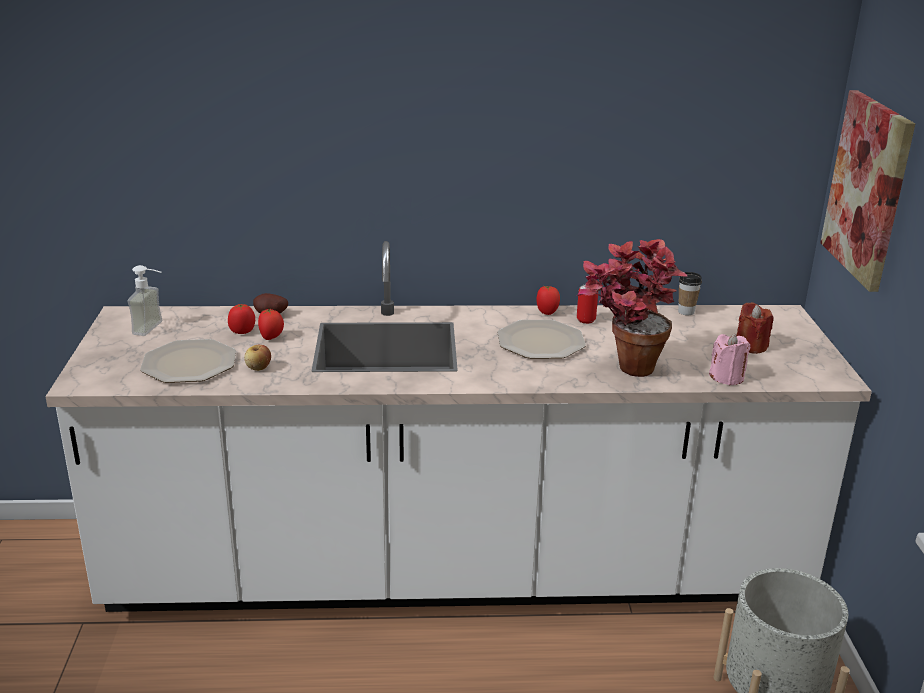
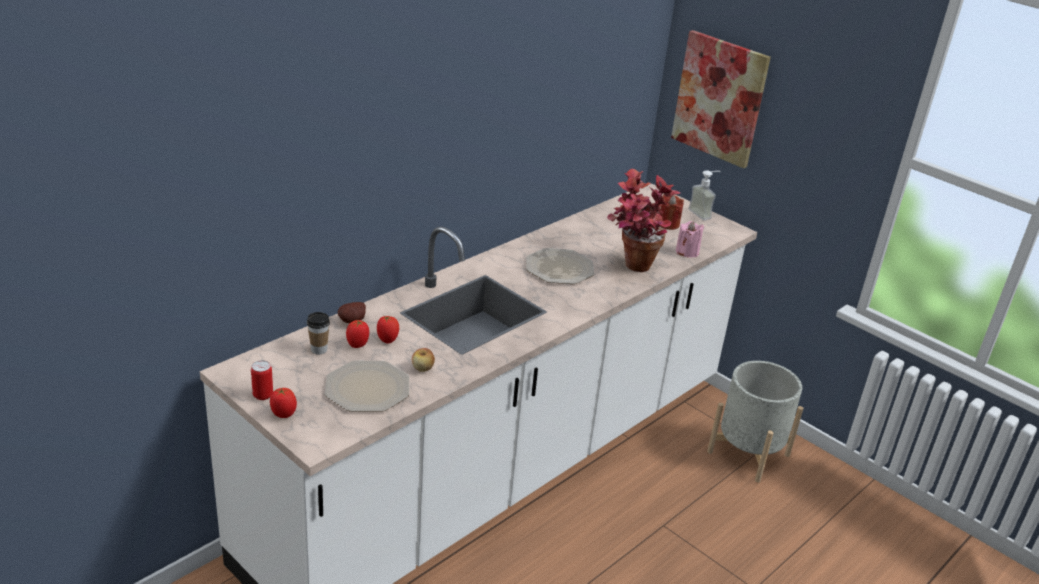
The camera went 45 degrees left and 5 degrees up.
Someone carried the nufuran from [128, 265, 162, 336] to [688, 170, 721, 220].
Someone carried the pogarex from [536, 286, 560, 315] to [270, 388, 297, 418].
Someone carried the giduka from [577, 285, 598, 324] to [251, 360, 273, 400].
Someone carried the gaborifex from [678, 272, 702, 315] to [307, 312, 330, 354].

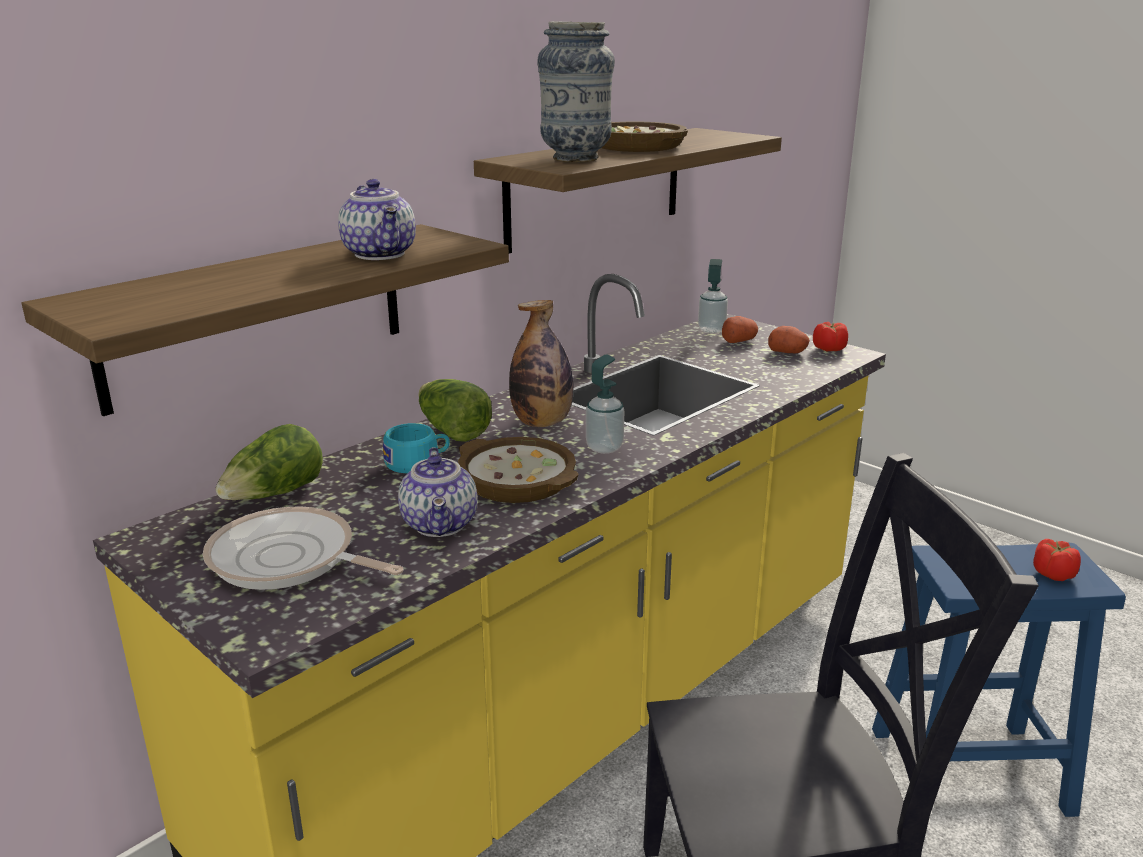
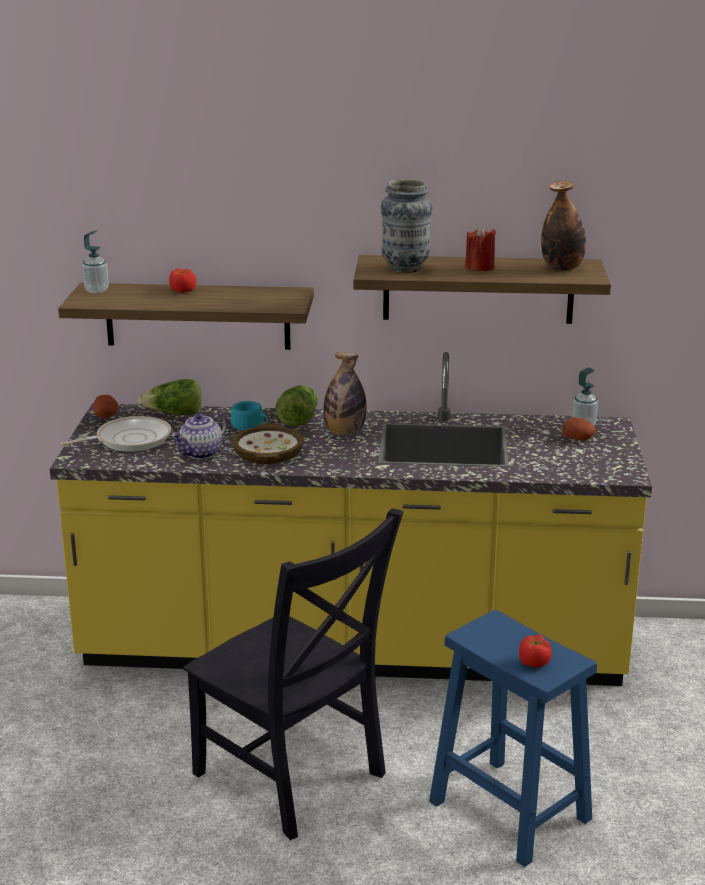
The camera went 50 degrees right and 0 degrees up.
Someone took away the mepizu at [338, 179, 416, 260].
Someone put down the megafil at [541, 181, 586, 271].
Someone carried the nufuran from [586, 355, 624, 454] to [82, 230, 109, 293].
Someone carried the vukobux from [768, 326, 810, 353] to [93, 395, 118, 418].
Someone carried the pogarex from [813, 322, 848, 351] to [169, 268, 196, 293].
Someone swapped the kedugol at [601, 122, 688, 152] for the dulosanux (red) at [465, 225, 496, 271].
Someone rotated the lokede at [203, 506, 403, 590] by 75 degrees clockwise.

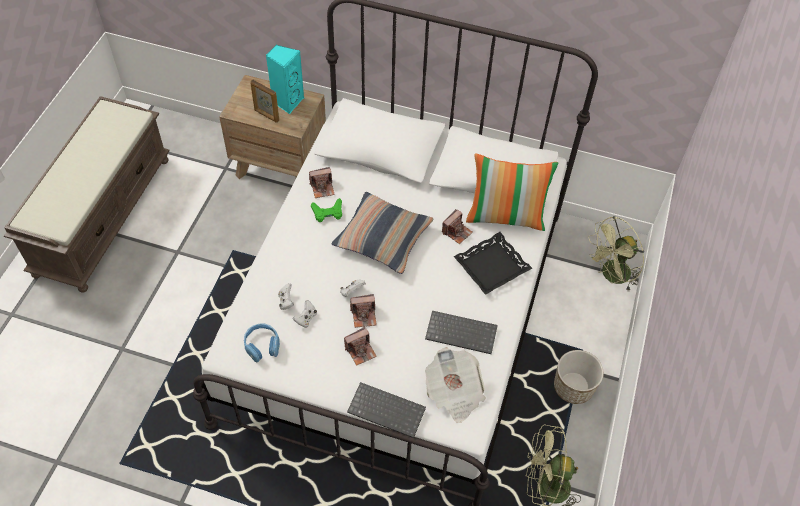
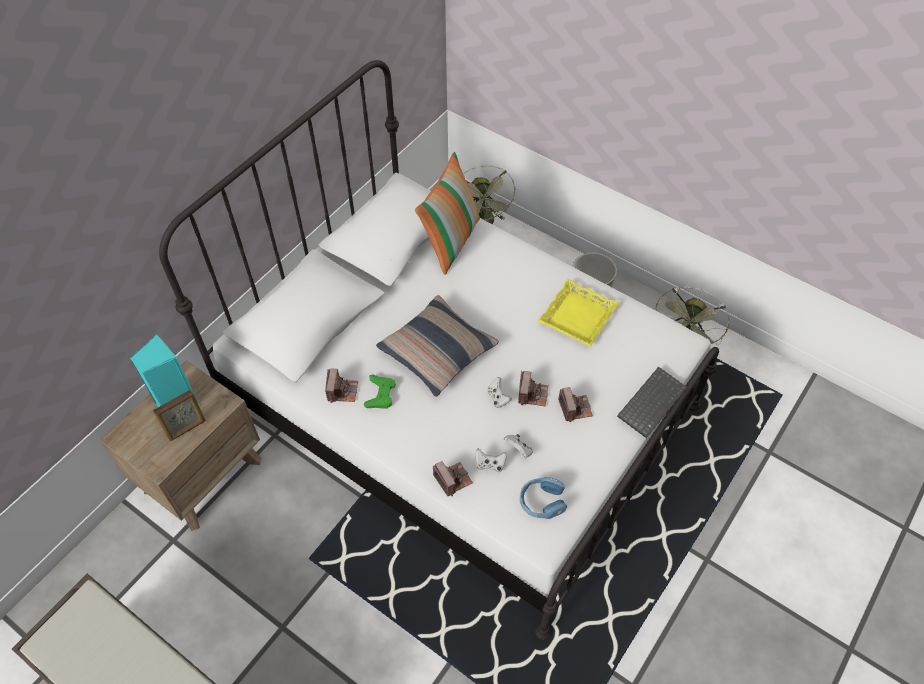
The camera went 70 degrees left and 0 degrees up.
Someone took away the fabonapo at [425, 347, 486, 423].
Someone took away the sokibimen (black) at [454, 232, 532, 295].
Someone carried the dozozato from [442, 209, 473, 244] to [433, 461, 473, 496].
Someone swapped the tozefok at [425, 311, 498, 354] for the sokibimen (yellow) at [538, 279, 619, 347].

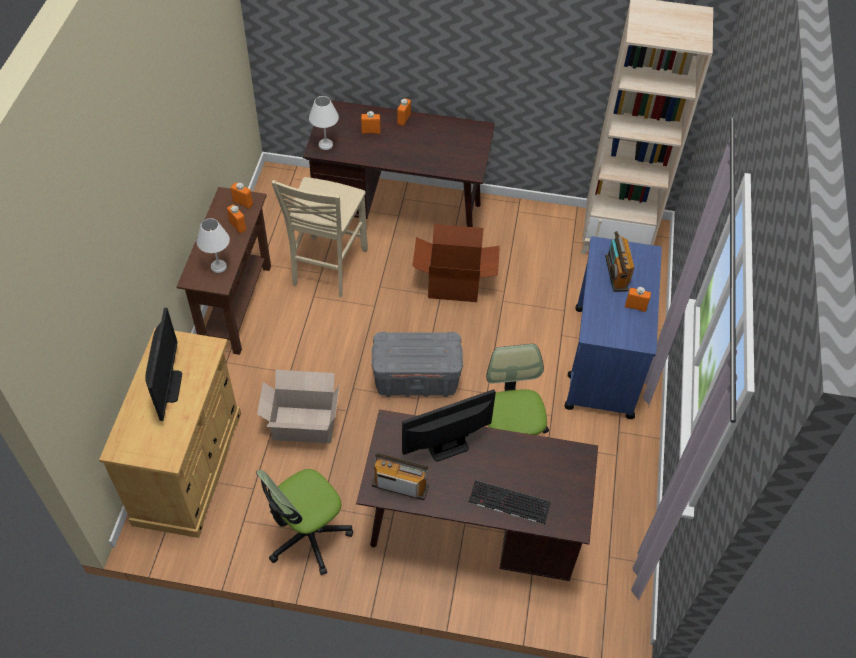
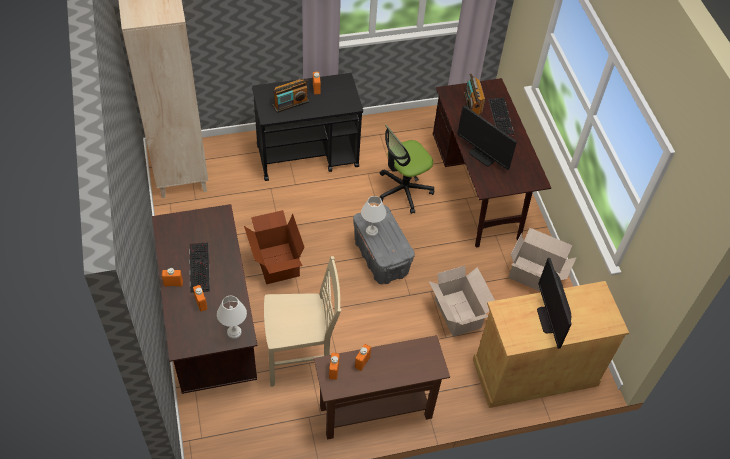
The camera went 115 degrees left and 0 degrees up.
Someone put down the tozefok at [189, 243, 210, 293].
Someone carried the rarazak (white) from [197, 218, 230, 273] to [361, 196, 386, 236].
Someone carried the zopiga from [372, 453, 429, 500] to [464, 74, 485, 116].
Someone swapped the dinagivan at [256, 469, 353, 575] for the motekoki at [509, 228, 577, 291].
Someone repainted the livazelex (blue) at [565, 236, 662, 419], which became the livazelex (black) at [252, 73, 363, 181].
Someone rotated the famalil at [145, 308, 182, 421] by 75 degrees counterclockwise.

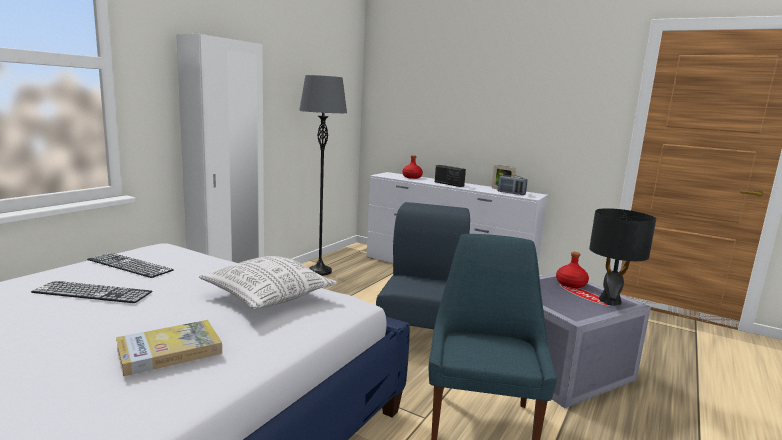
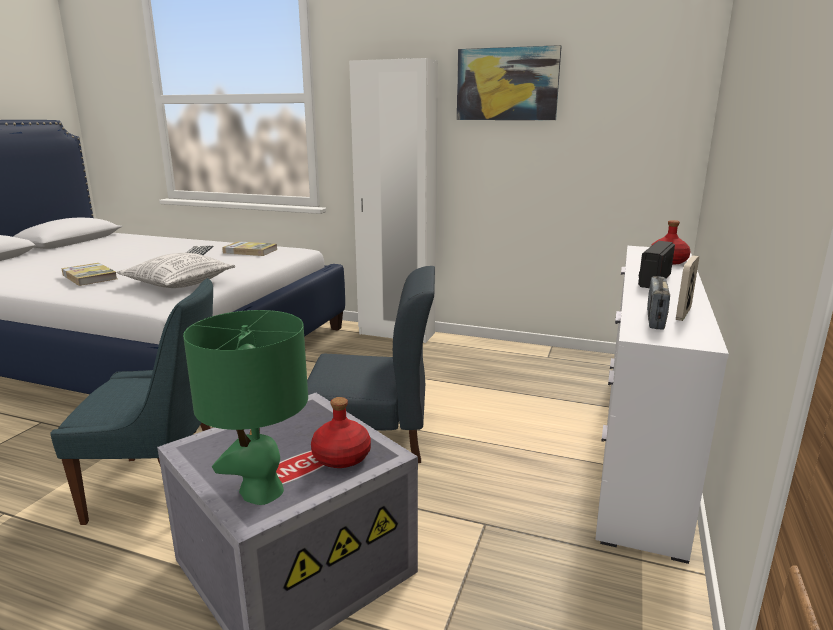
The camera went 80 degrees right and 5 degrees up.
Someone took away the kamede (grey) at [299, 75, 347, 276].
Someone put up the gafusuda at [457, 45, 561, 120].
Someone swapped the tozefok at [87, 253, 174, 278] for the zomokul at [222, 241, 278, 256].
Someone repainted the rarazak (black) at [589, 208, 656, 306], which became the rarazak (green) at [183, 310, 308, 505].

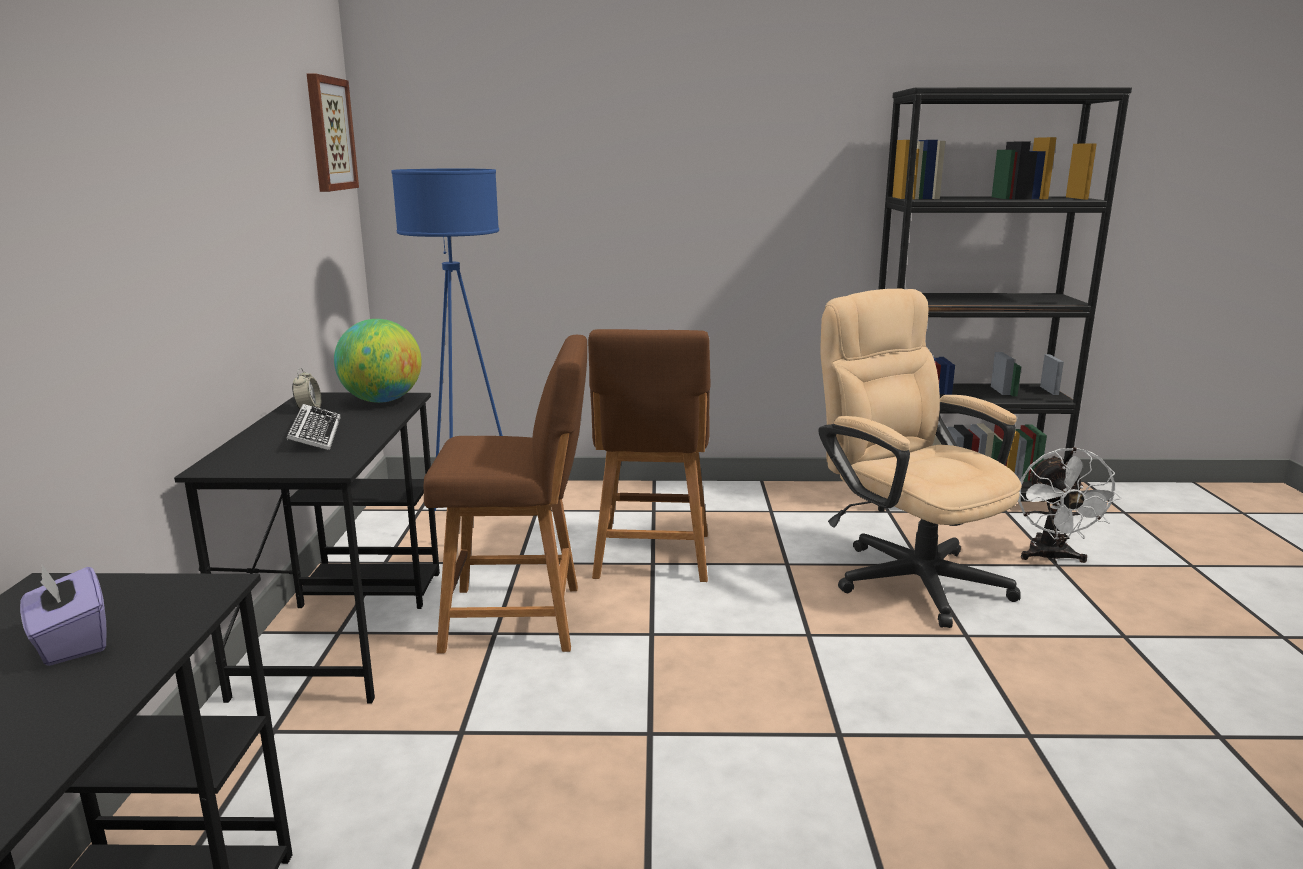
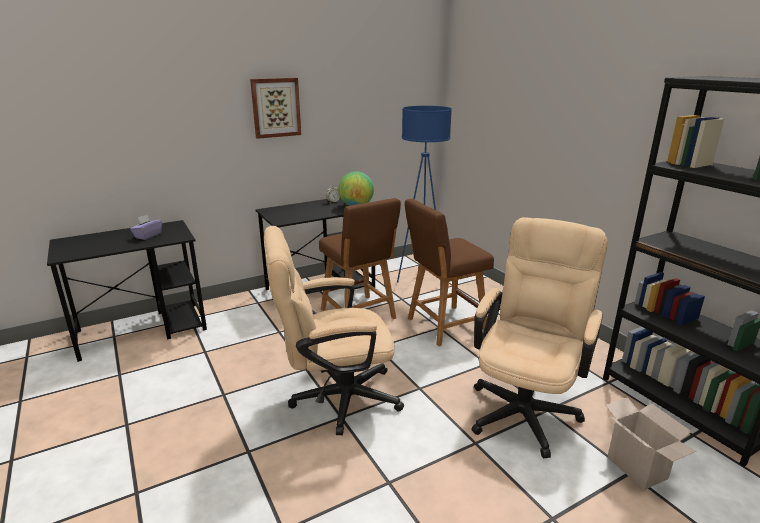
The camera went 60 degrees right and 5 degrees up.
Someone took away the tozefok at [286, 404, 340, 450].
Someone put down the dinagivan (beige) at [264, 226, 404, 435].
Someone carried the gafusuda from [307, 74, 359, 192] to [250, 78, 301, 139].
Someone swapped the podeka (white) at [1018, 447, 1122, 563] for the motekoki at [606, 397, 696, 490].

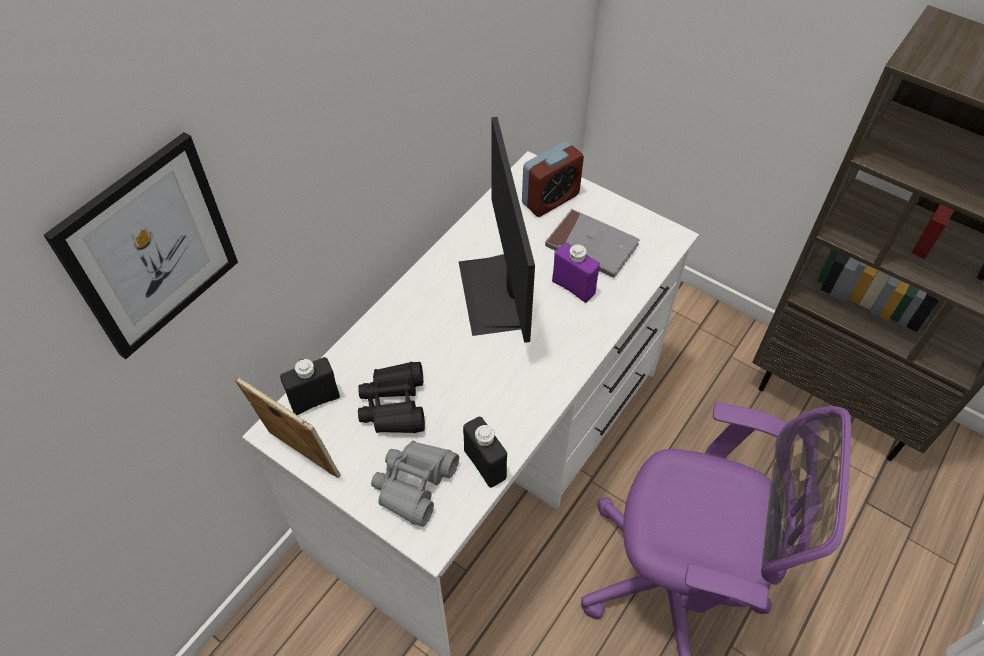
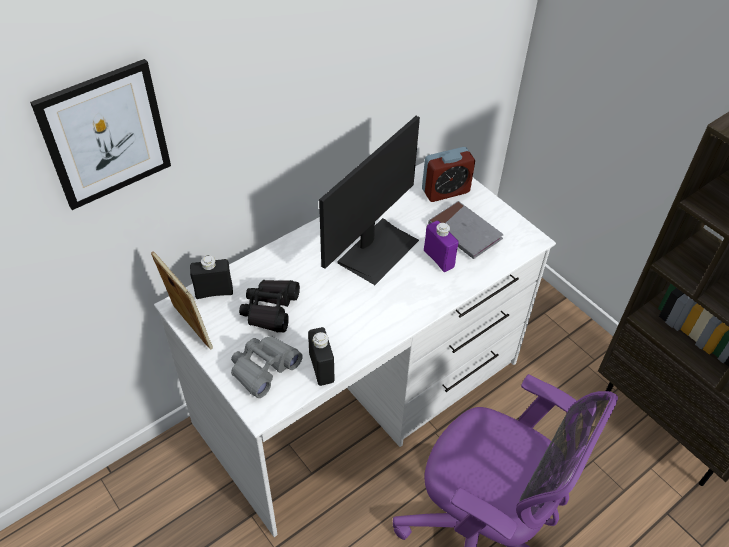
The camera went 15 degrees right and 5 degrees down.
Someone rotated the famalil at [459, 117, 535, 343] by 150 degrees counterclockwise.

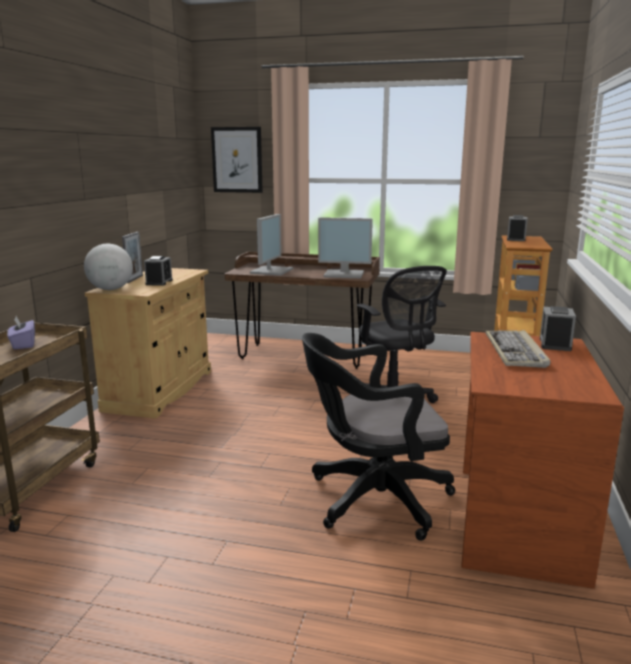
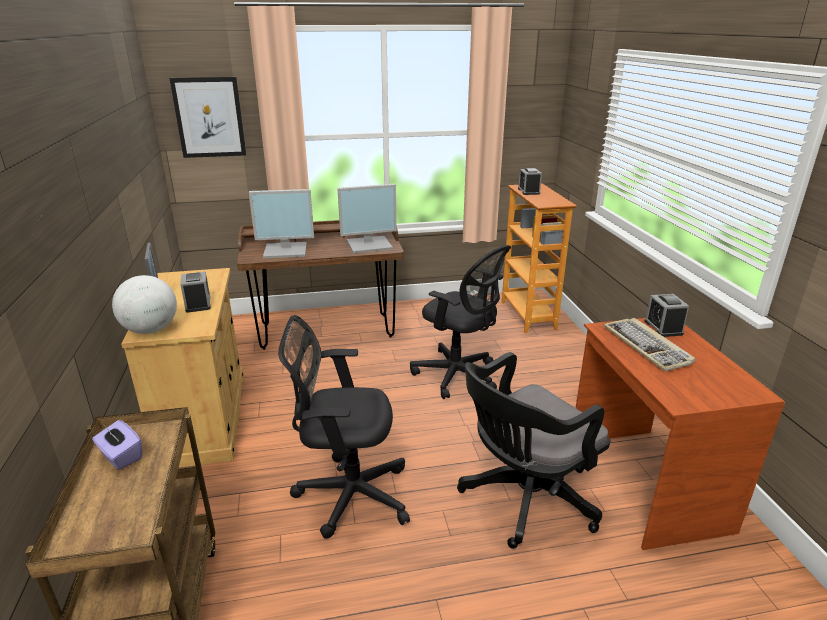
The camera went 25 degrees left and 10 degrees up.
Someone put down the dinagivan (black) at [278, 315, 410, 539].
Someone rotated the famalil at [250, 214, 293, 276] by 90 degrees clockwise.

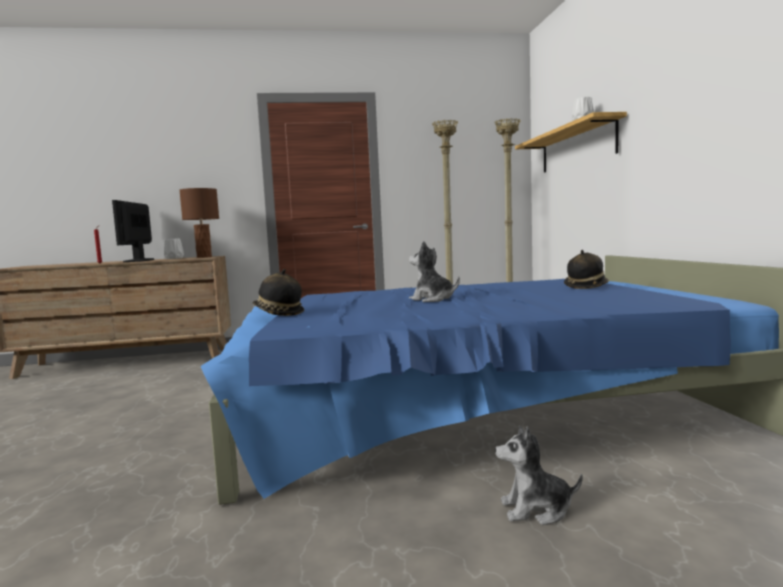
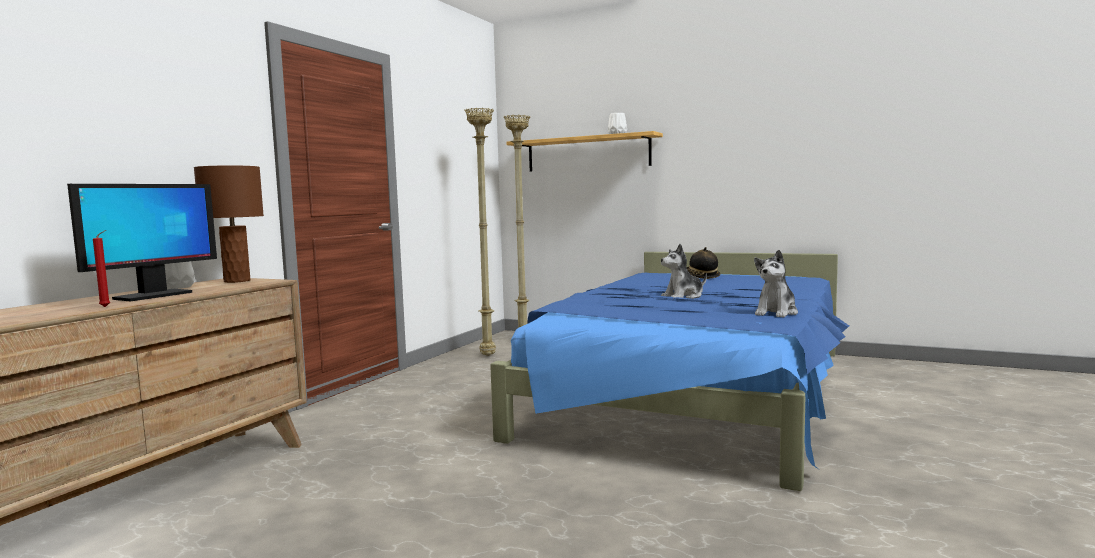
The camera went 55 degrees left and 0 degrees up.
Someone took away the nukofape at [252, 269, 304, 316].
Someone carried the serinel from [495, 425, 583, 525] to [754, 250, 798, 318].
Someone rotated the famalil at [112, 200, 154, 262] by 90 degrees counterclockwise.

